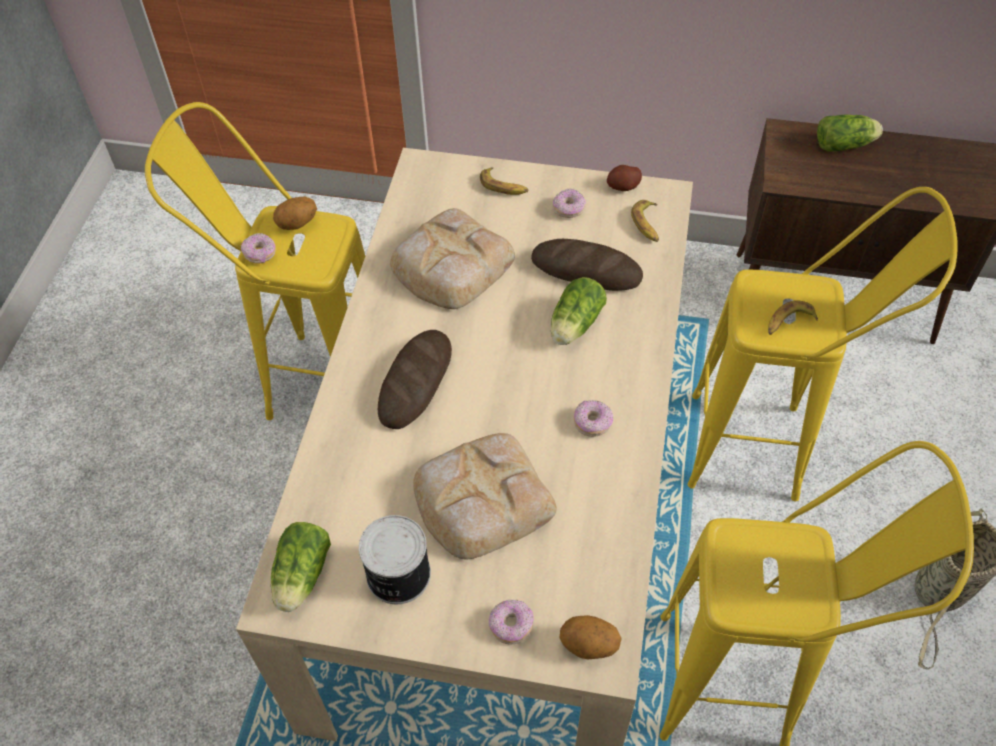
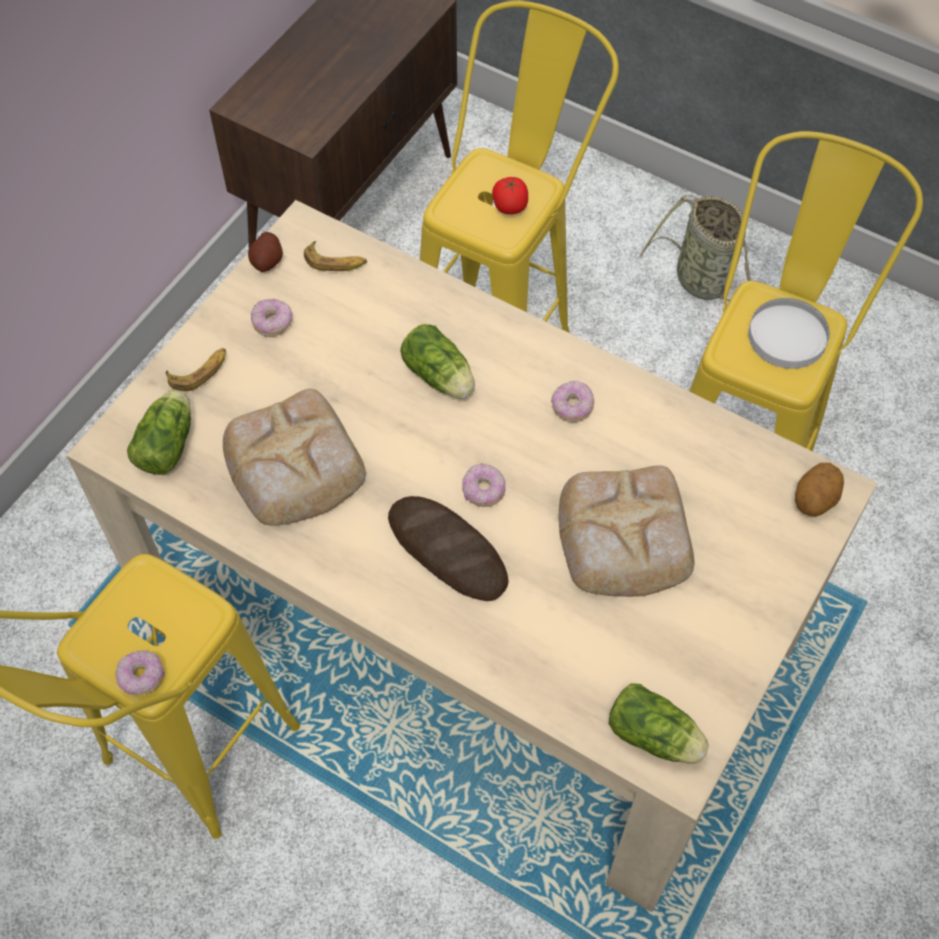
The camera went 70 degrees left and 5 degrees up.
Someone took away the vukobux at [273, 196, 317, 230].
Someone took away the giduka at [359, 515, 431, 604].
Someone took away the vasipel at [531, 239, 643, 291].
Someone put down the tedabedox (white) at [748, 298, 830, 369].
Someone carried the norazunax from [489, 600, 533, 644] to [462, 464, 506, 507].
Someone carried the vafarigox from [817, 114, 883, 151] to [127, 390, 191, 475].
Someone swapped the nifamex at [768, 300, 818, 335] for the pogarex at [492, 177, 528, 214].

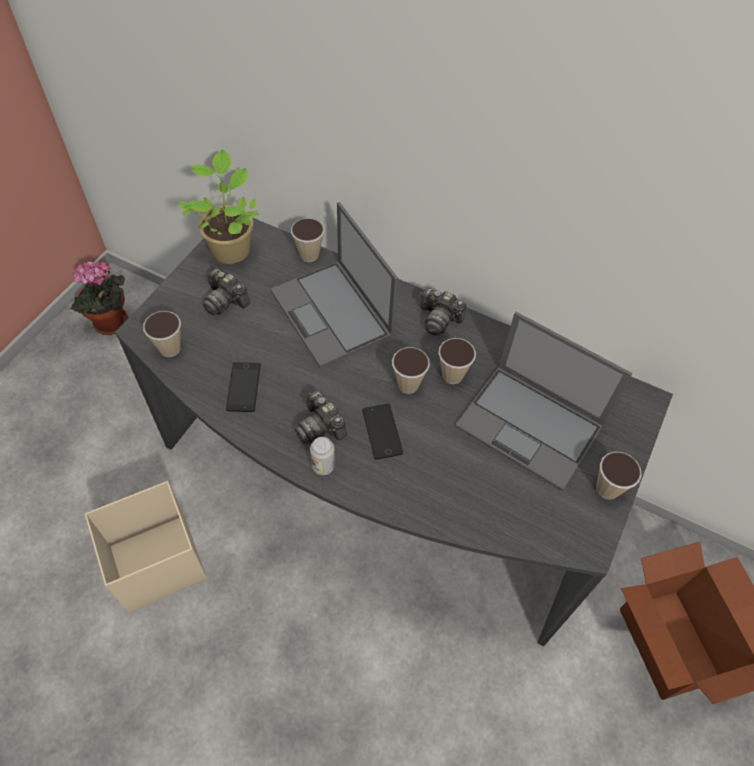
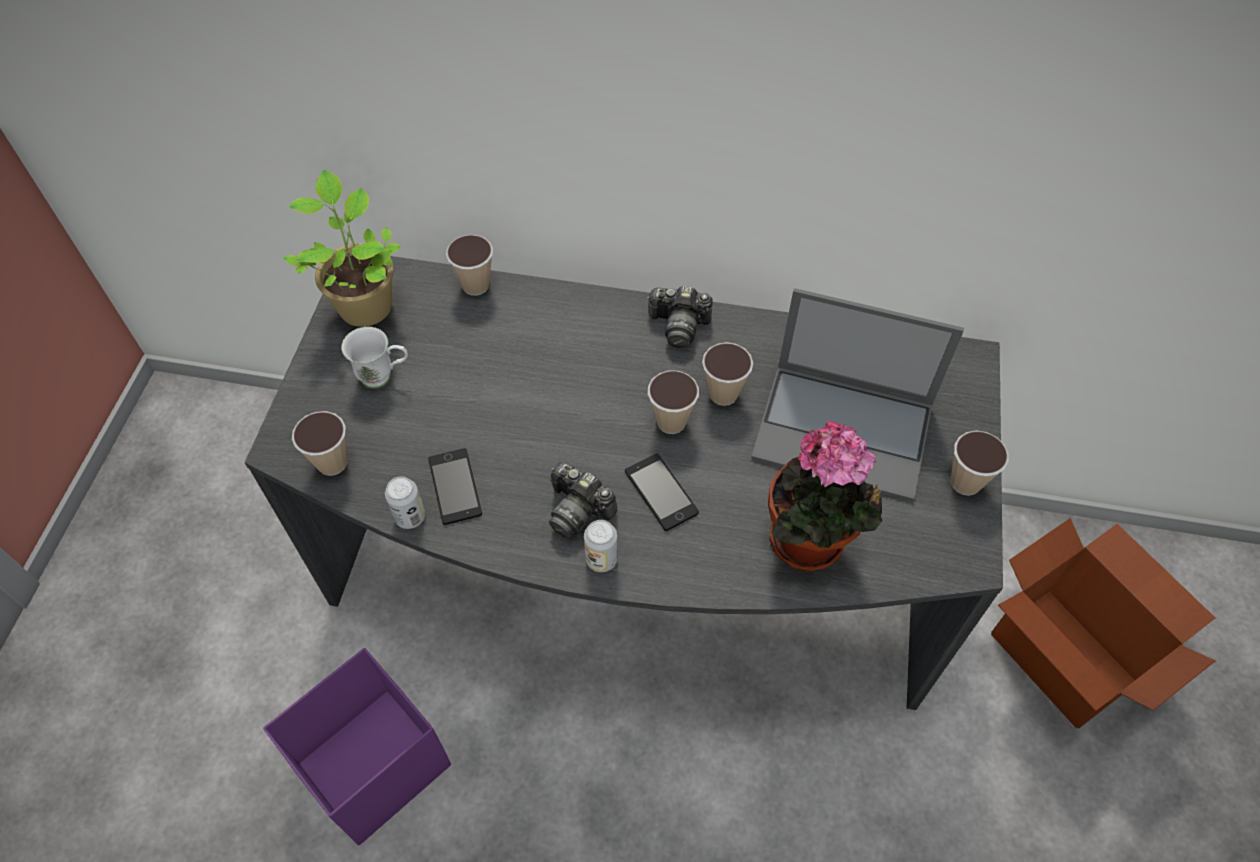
The camera went 15 degrees left and 0 degrees up.
Someone took away the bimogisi at [270, 202, 398, 368].
Someone put down the giduka at [385, 476, 425, 529].
Someone carried the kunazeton from [70, 261, 128, 335] to [768, 422, 882, 572].
Someone swapped the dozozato at [203, 268, 250, 316] for the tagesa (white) at [341, 327, 408, 389].
Someone repainted the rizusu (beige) at [85, 481, 207, 613], which became the rizusu (purple) at [263, 648, 451, 845].

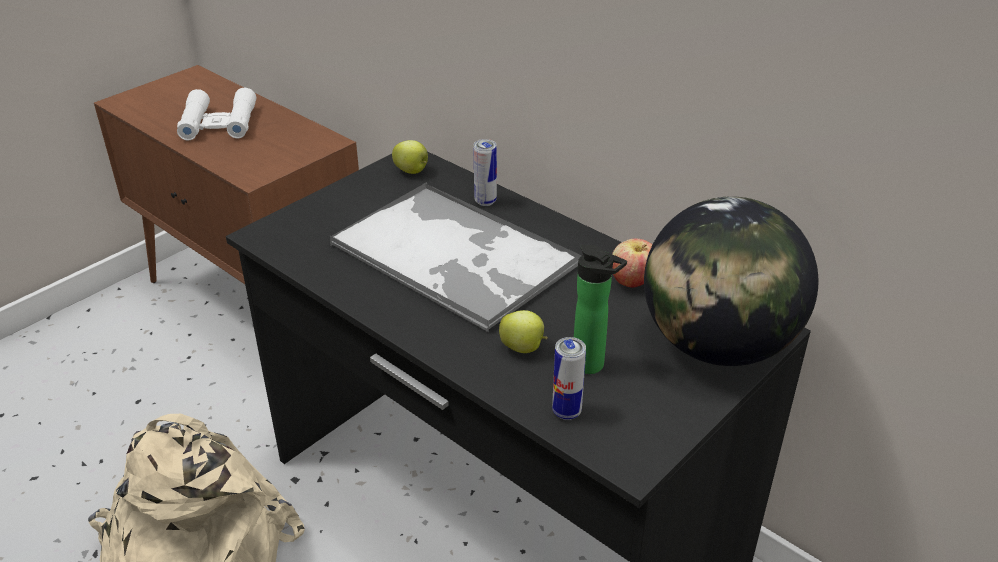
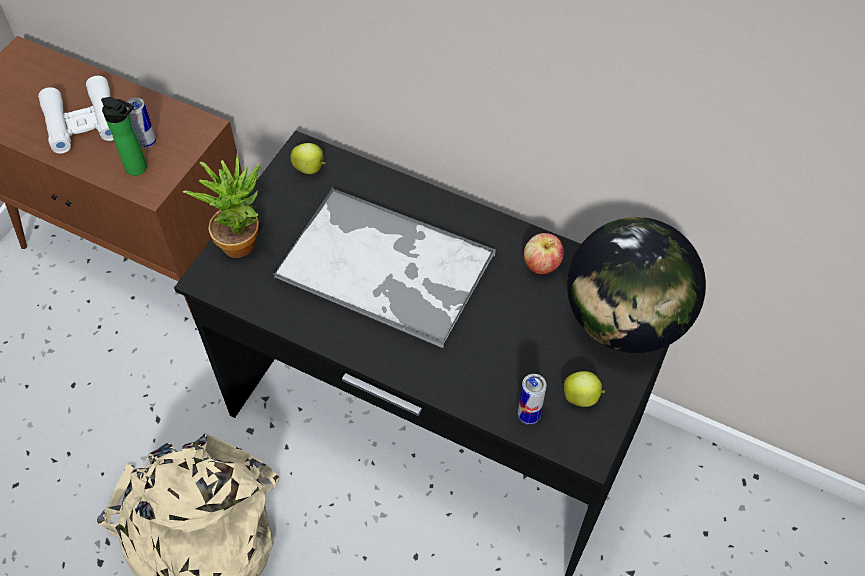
The camera went 15 degrees left and 20 degrees up.
Someone put down the kunazeton at [183, 151, 260, 258].
Someone carried the giduka from [473, 139, 497, 206] to [126, 97, 156, 148].
Someone carried the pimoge from [499, 310, 548, 353] to [564, 371, 605, 407].
Someone carried the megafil from [574, 245, 627, 374] to [101, 97, 147, 176].

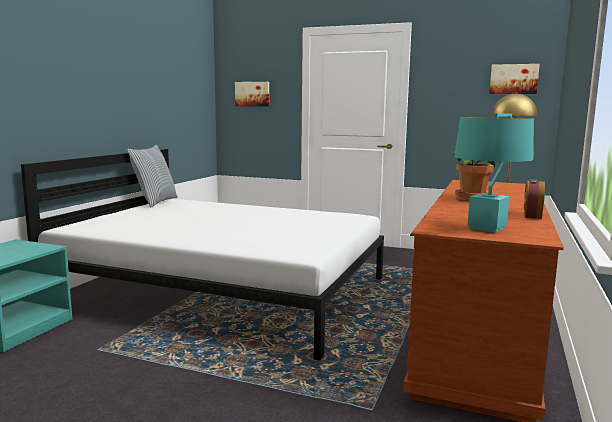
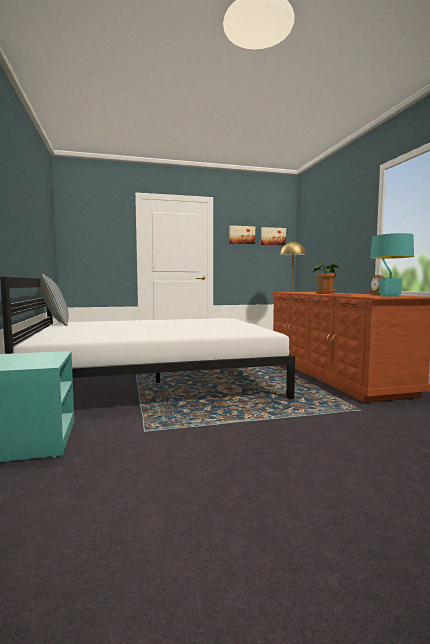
The camera went 35 degrees left and 5 degrees down.
Someone carried the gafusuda from [235, 82, 269, 107] to [229, 225, 255, 244].

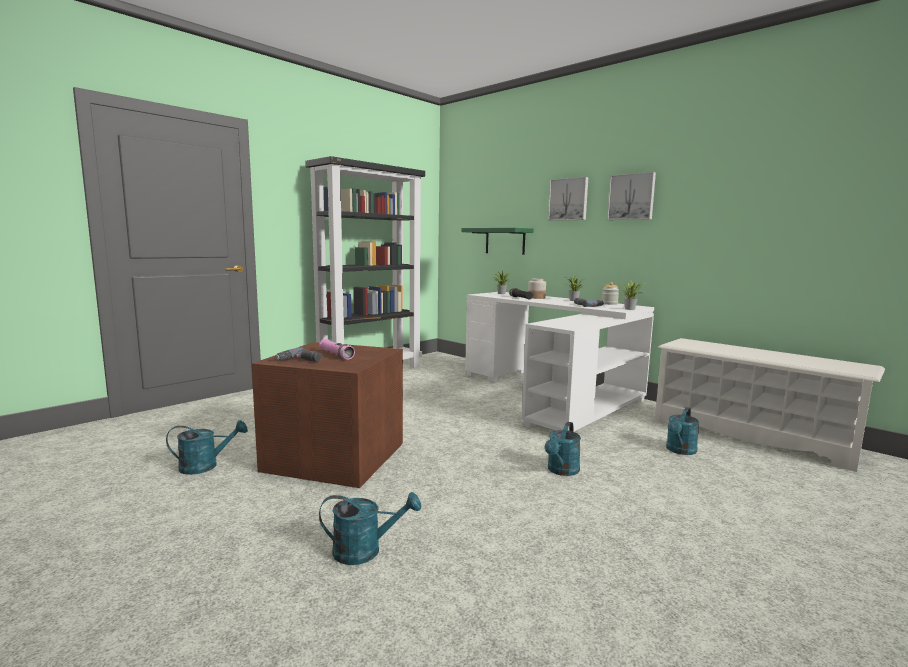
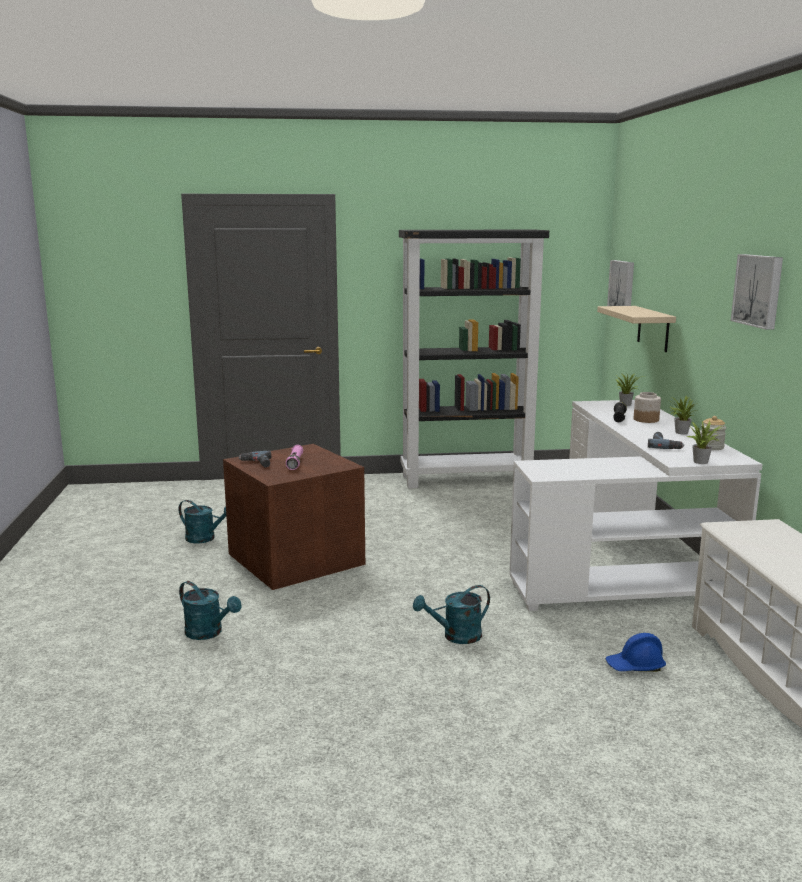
The camera went 40 degrees right and 5 degrees up.
Someone carried the gafusuda from [548, 177, 588, 221] to [607, 260, 634, 306].
Someone swapped the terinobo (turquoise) at [666, 407, 700, 455] for the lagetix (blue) at [605, 633, 666, 672].
Someone repainted the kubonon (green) at [461, 228, 533, 255], which became the kubonon (beige) at [597, 306, 676, 352].

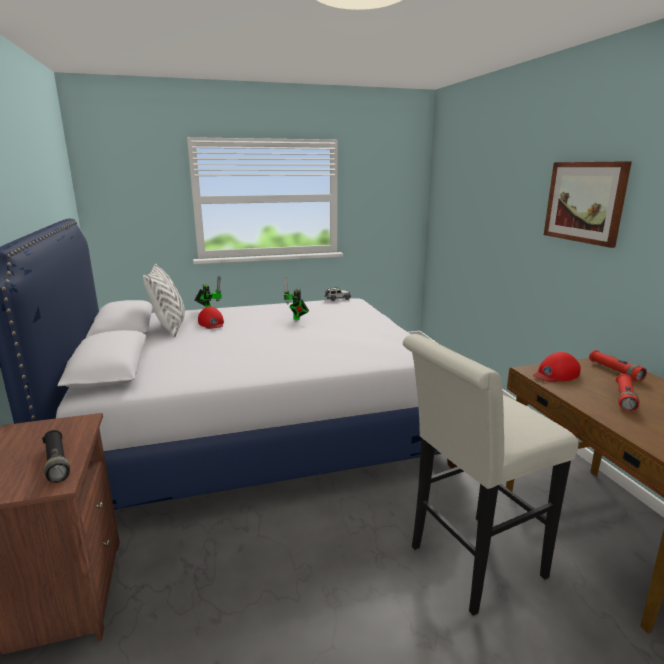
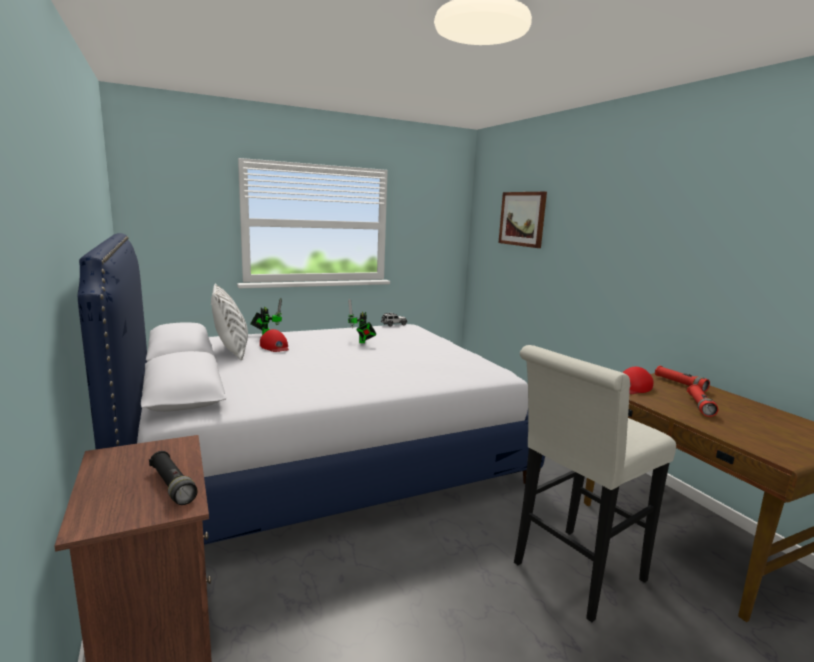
The camera went 10 degrees left and 5 degrees down.
Someone carried the gafusuda from [544, 161, 632, 248] to [499, 192, 547, 248].

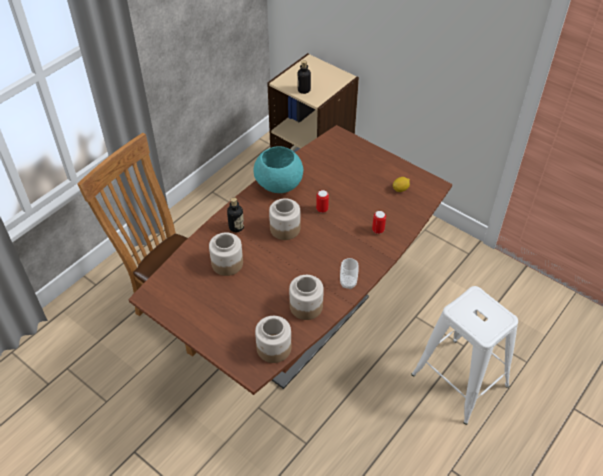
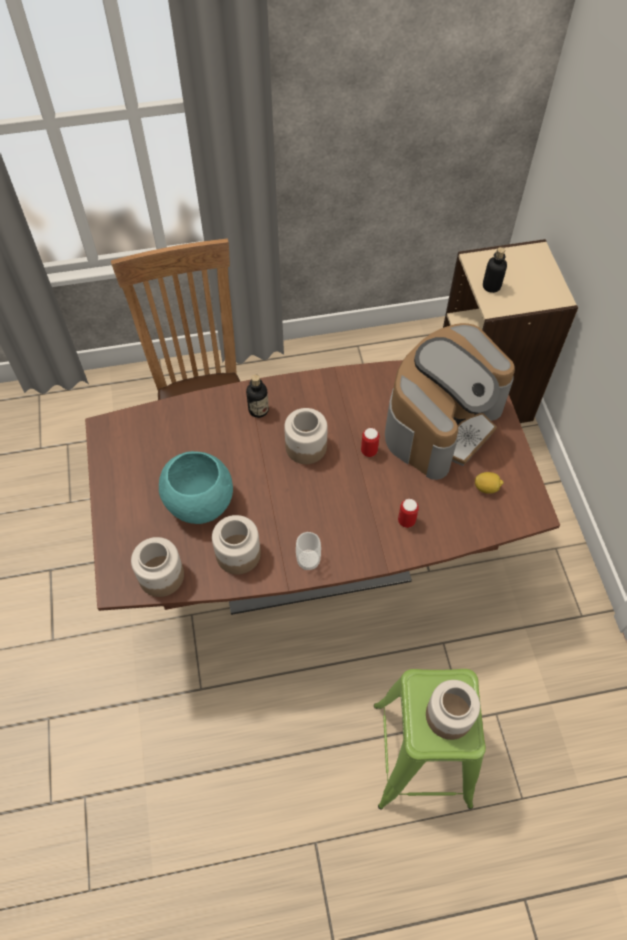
The camera went 40 degrees right and 10 degrees up.
Someone put down the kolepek at [385, 323, 515, 480].
Someone carried the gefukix from [209, 233, 243, 276] to [426, 680, 480, 740].
Someone carried the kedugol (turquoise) from [253, 147, 303, 193] to [159, 451, 233, 524].
Someone repainted the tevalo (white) at [411, 286, 518, 425], which became the tevalo (green) at [374, 669, 486, 810].

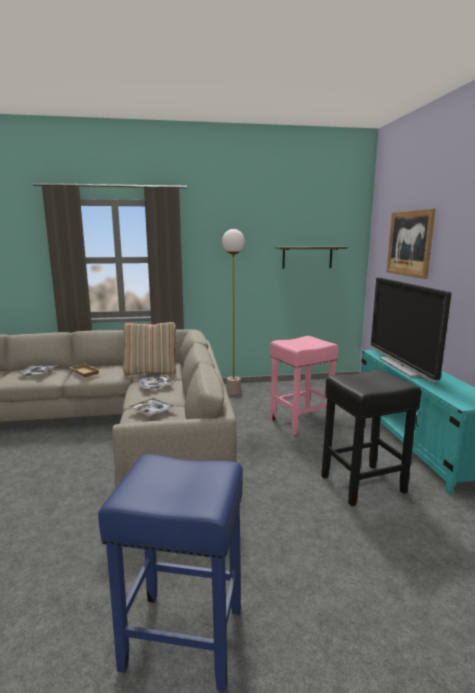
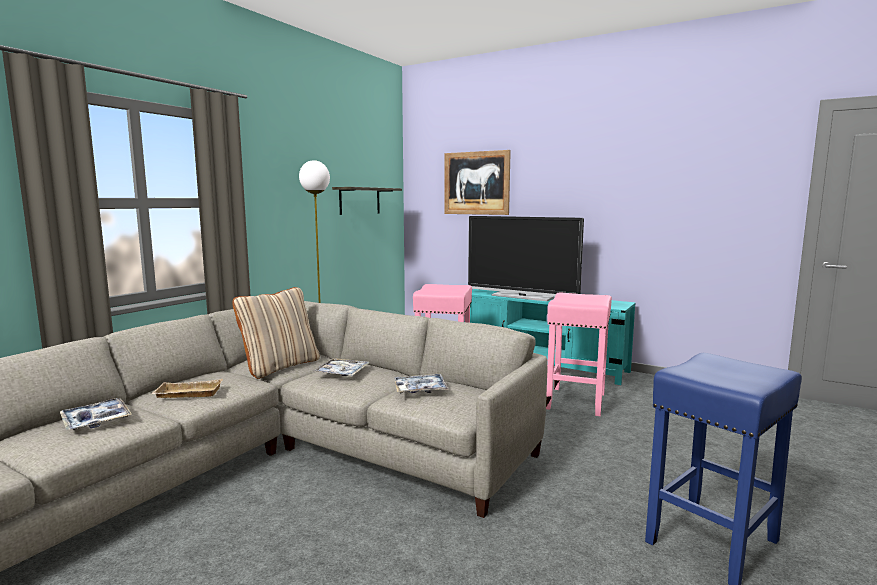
The camera went 50 degrees left and 5 degrees down.
Someone repainted the tevalo (black) at [321, 370, 422, 506], which became the tevalo (pink) at [546, 292, 612, 416].

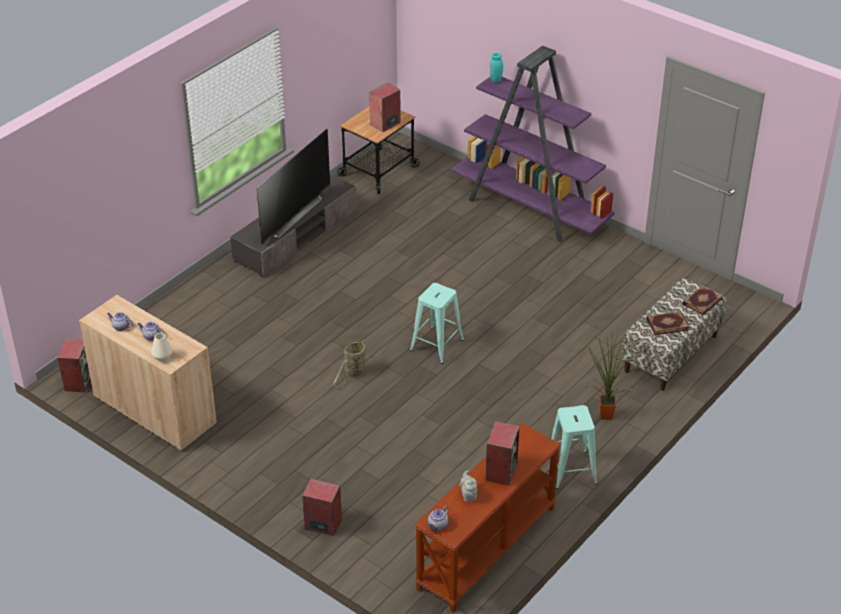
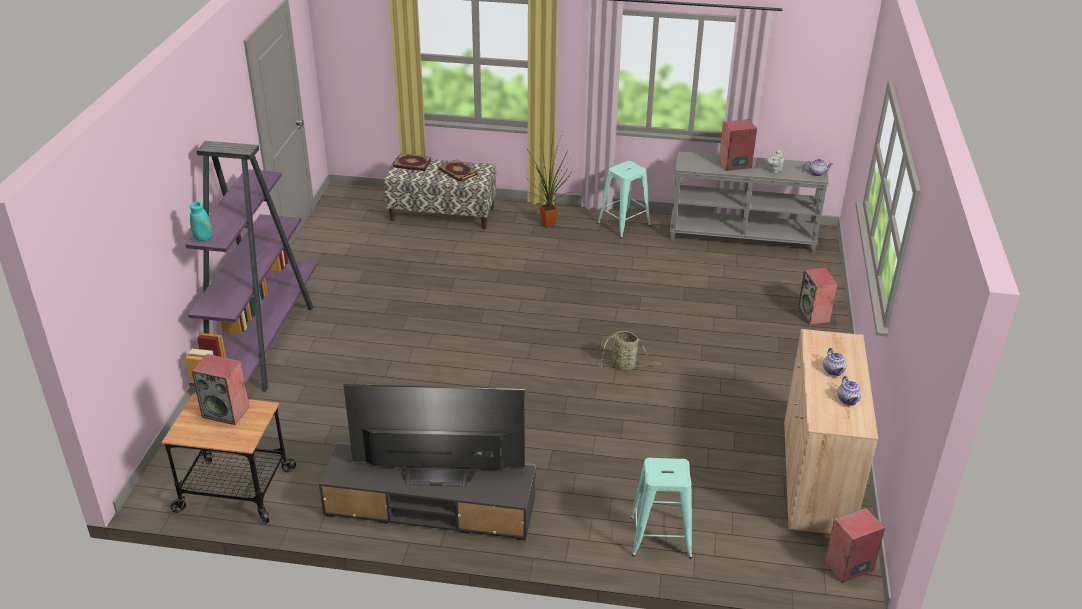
The camera went 120 degrees left and 5 degrees down.
Someone took away the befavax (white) at [151, 333, 173, 362].
Someone carried the tevalo (turquoise) from [410, 283, 464, 364] to [630, 458, 692, 558].
Someone repainted the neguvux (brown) at [415, 423, 561, 613], which became the neguvux (grey) at [670, 151, 829, 254].

